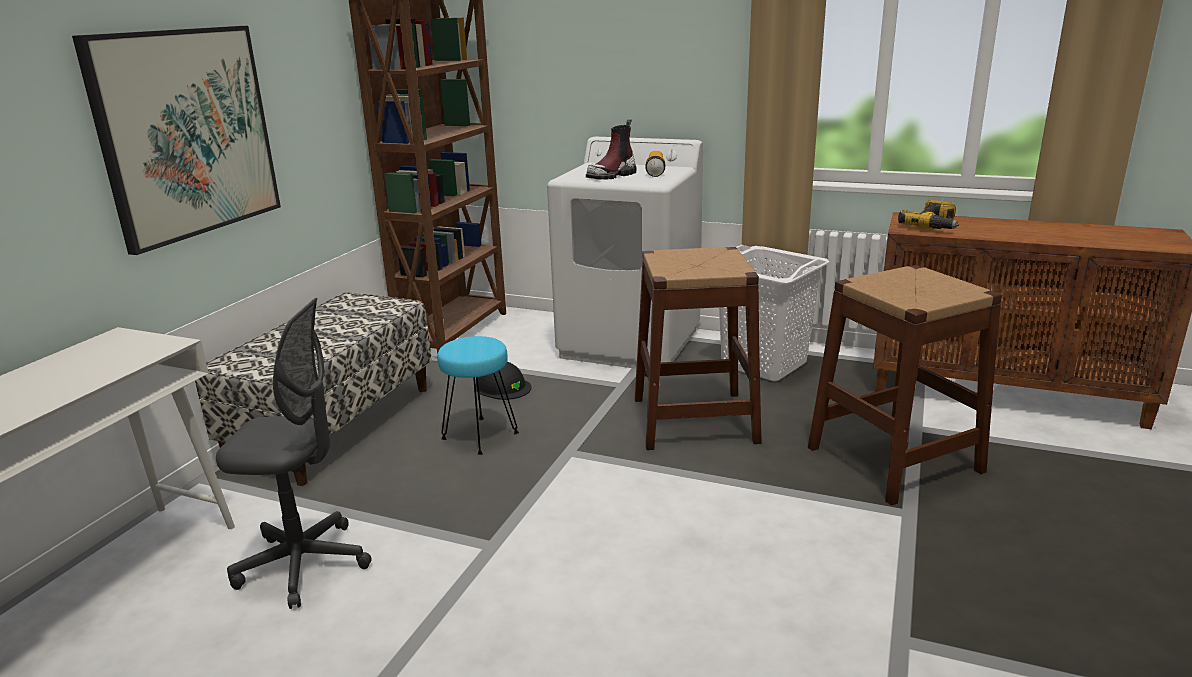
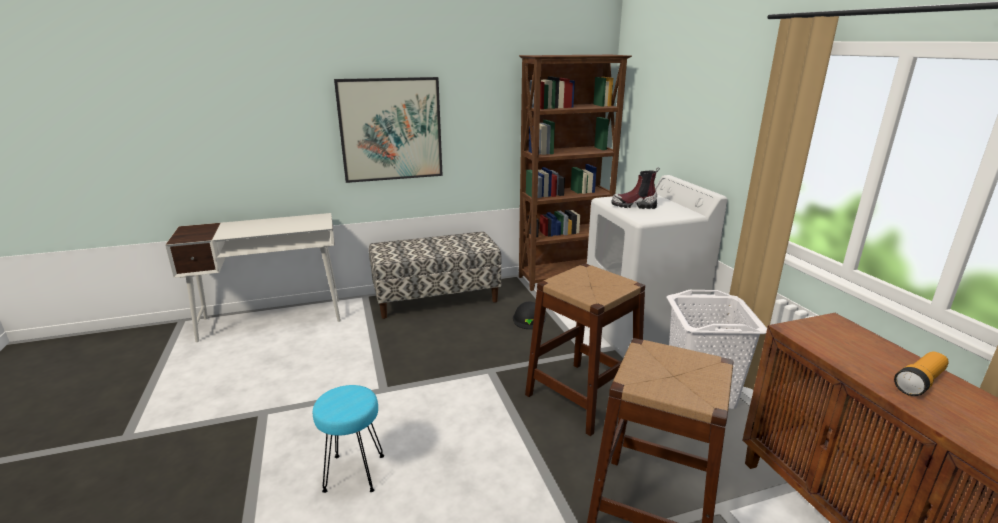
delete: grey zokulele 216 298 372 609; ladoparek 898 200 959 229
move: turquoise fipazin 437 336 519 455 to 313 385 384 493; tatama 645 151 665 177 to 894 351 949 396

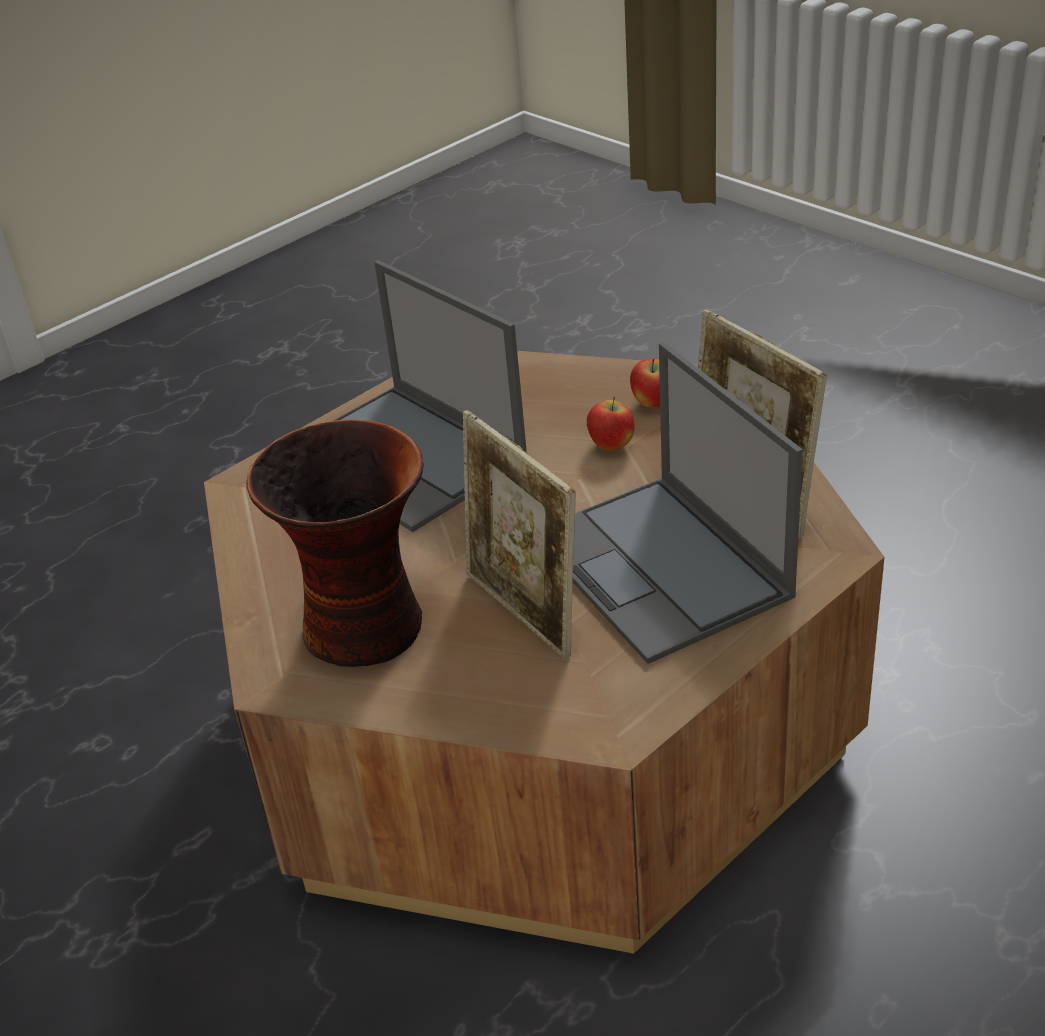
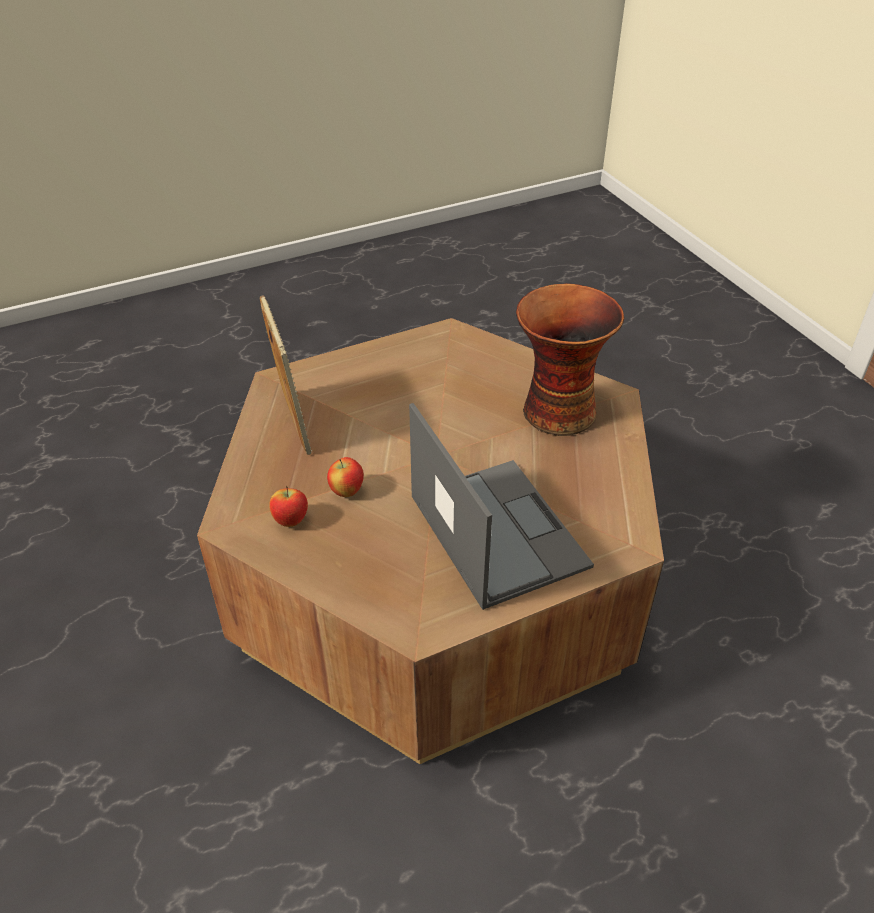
delete: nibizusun 463 410 576 659; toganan 573 342 803 664

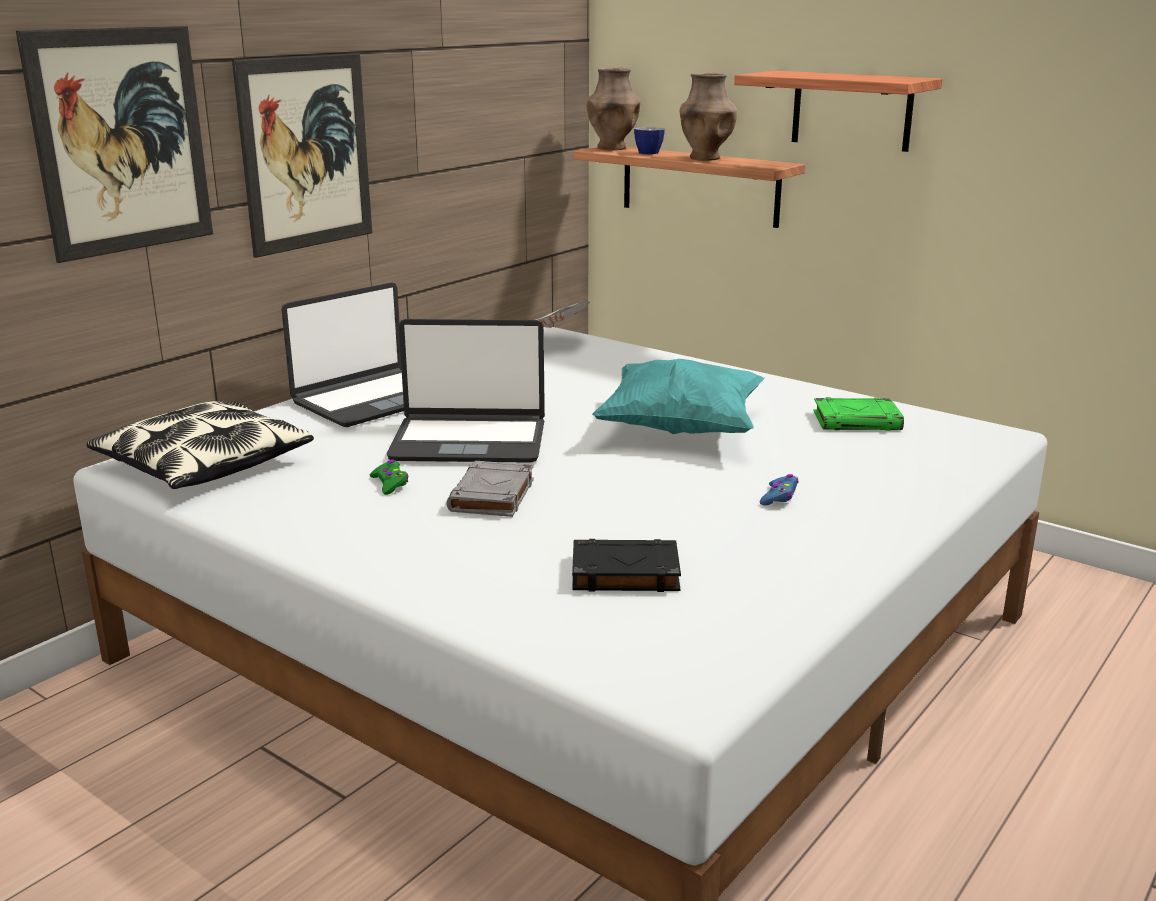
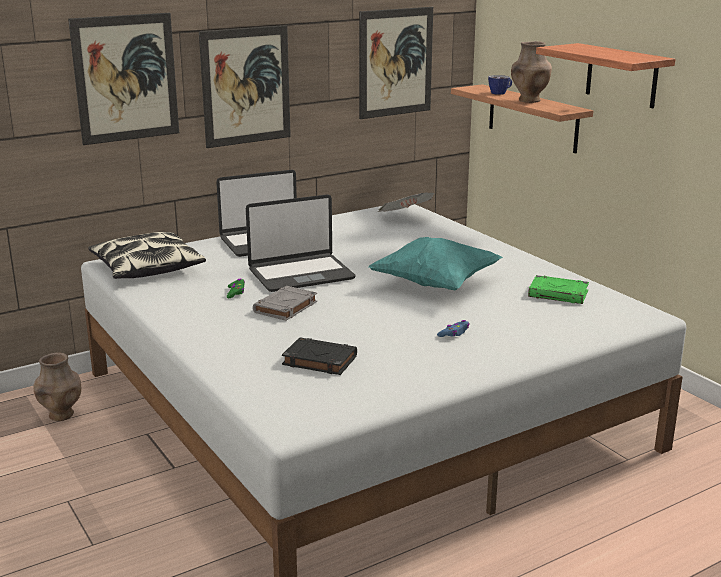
insert: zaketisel 359 7 433 119
move: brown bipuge 586 67 640 150 to 33 352 81 421
rotate: toganan 387 319 545 463 = 246 194 355 292 45 degrees counterclockwise

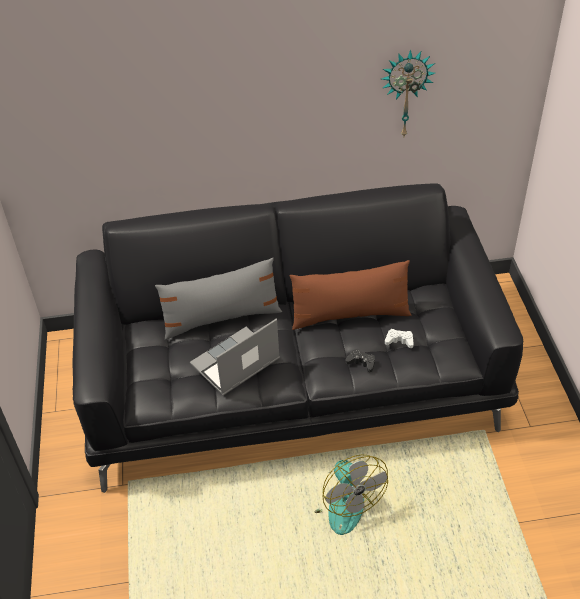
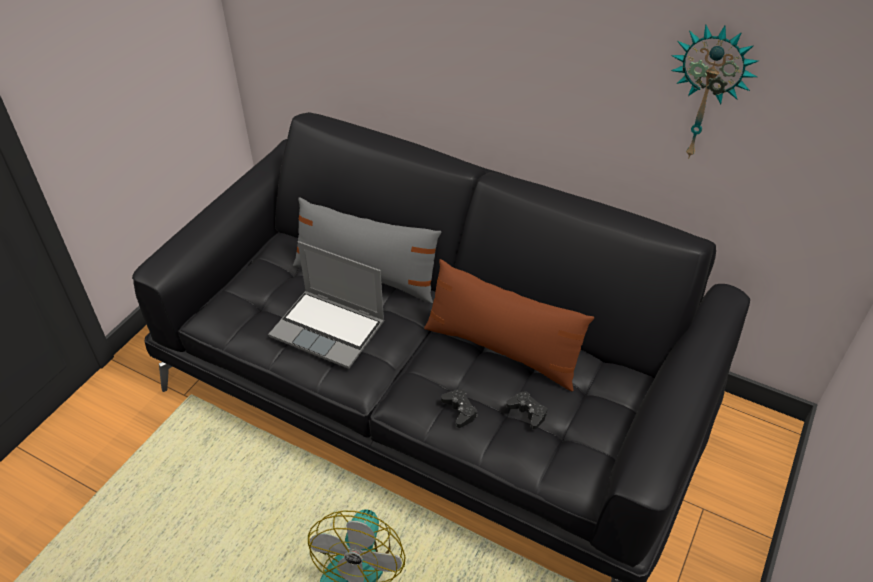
recolor: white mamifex 385 329 414 348 to black mamifex 506 391 547 430
rotate: toganan 190 319 280 396 = 268 241 385 369 150 degrees counterclockwise

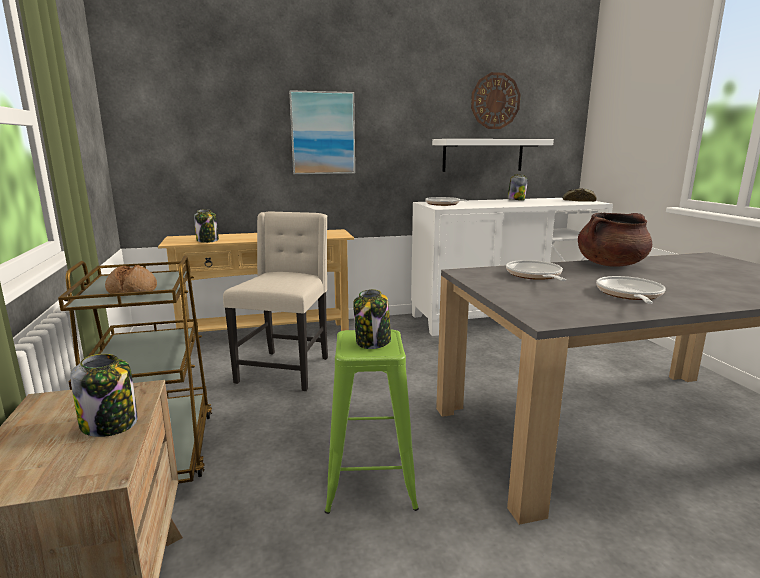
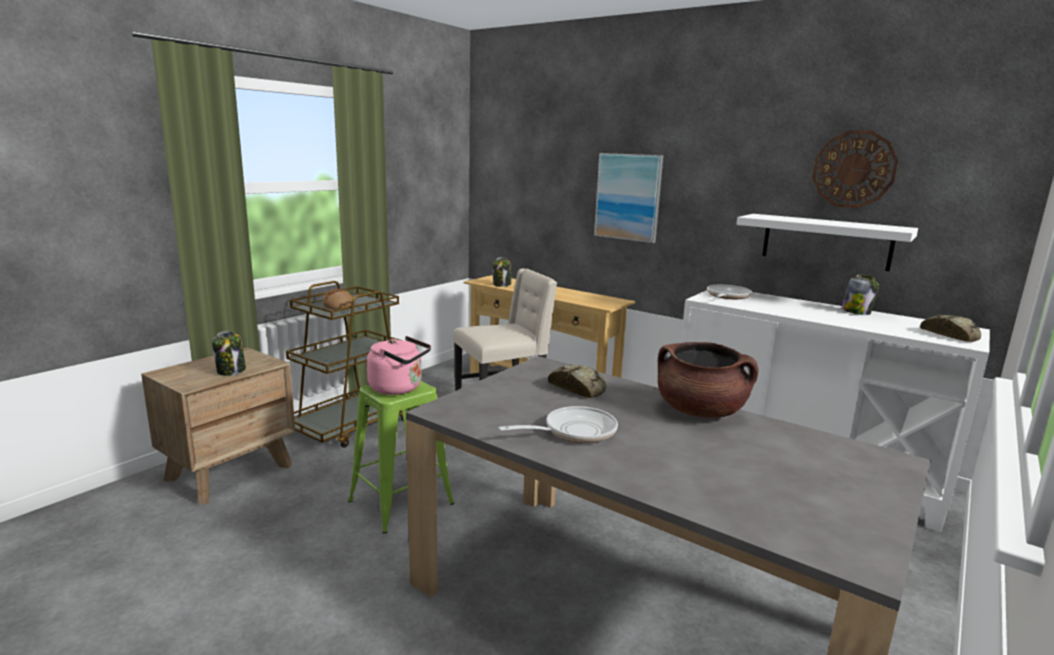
replace: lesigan 353 289 391 349 to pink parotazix 367 336 431 395; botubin 506 260 566 281 to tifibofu 548 365 606 398

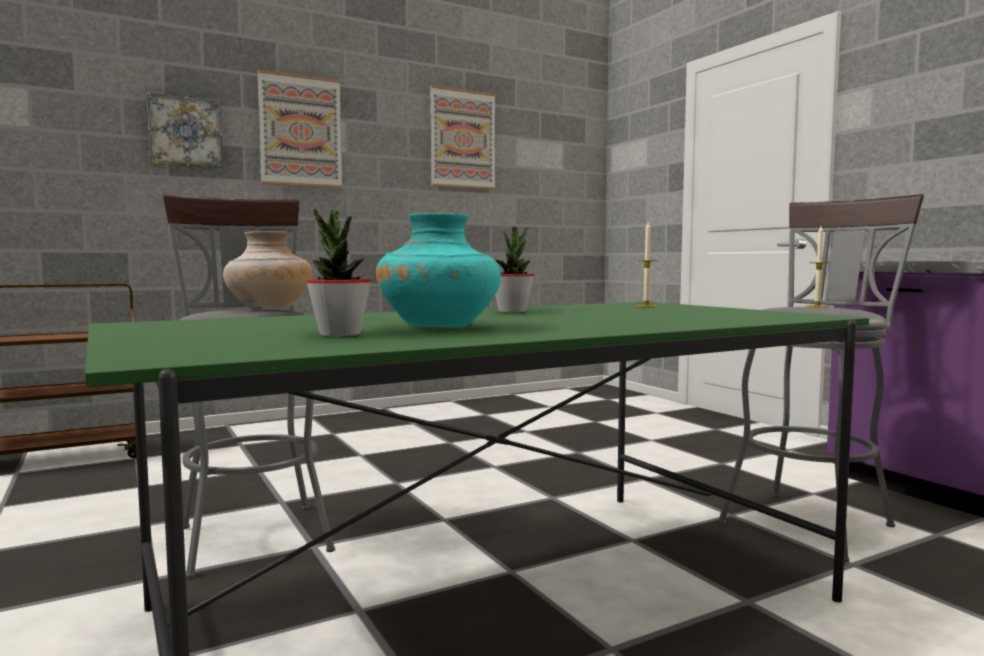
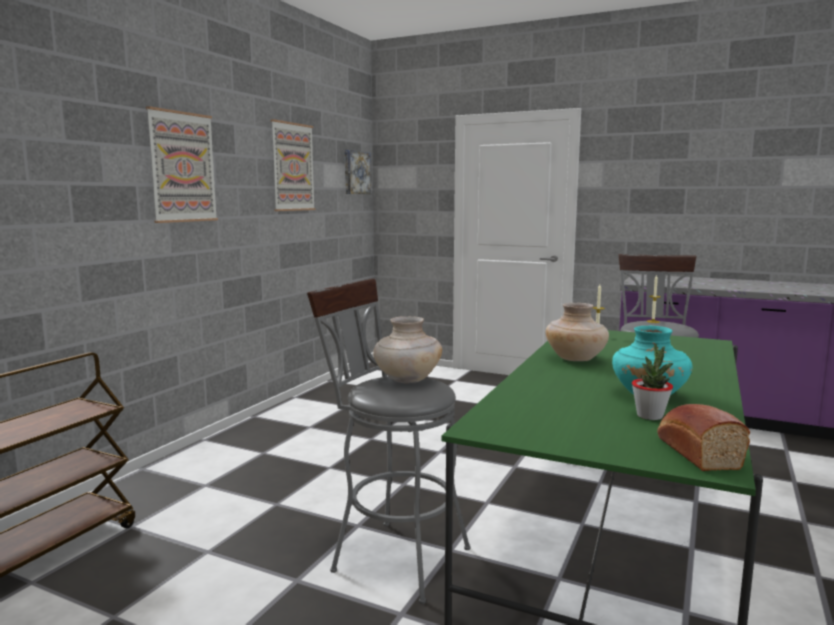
insert: tifibofu 657 404 750 471
move: zaketisel 147 93 223 169 to 345 150 371 194
replace: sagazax 495 227 534 313 to beige bipuge 545 303 609 361

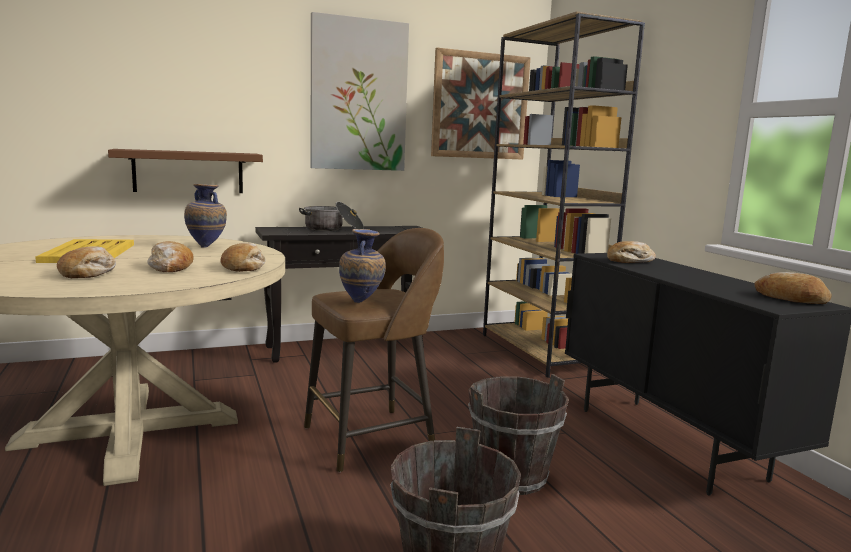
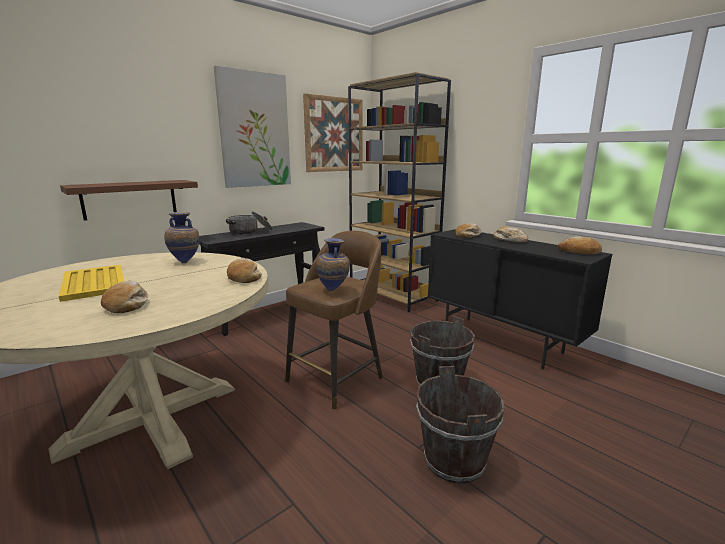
move: tifibofu 147 241 194 272 to 493 227 528 243

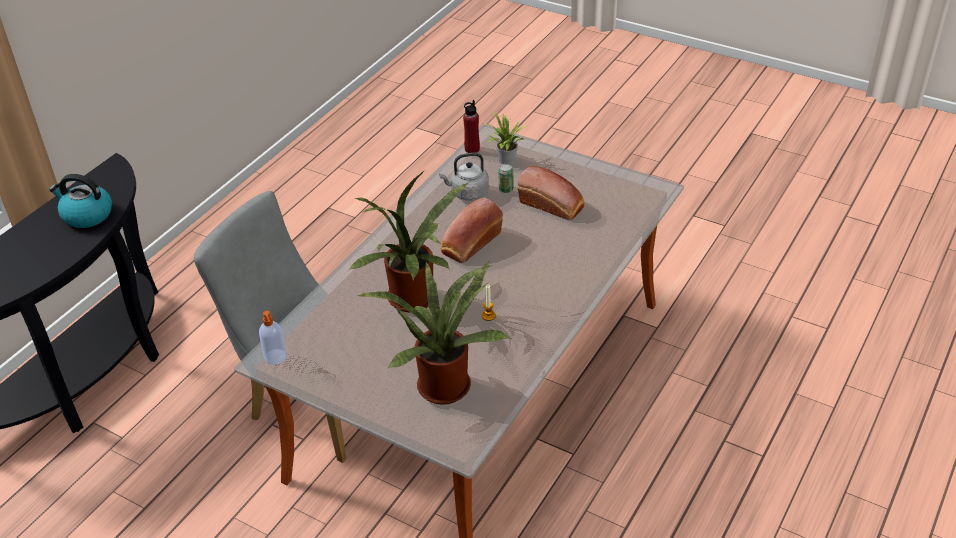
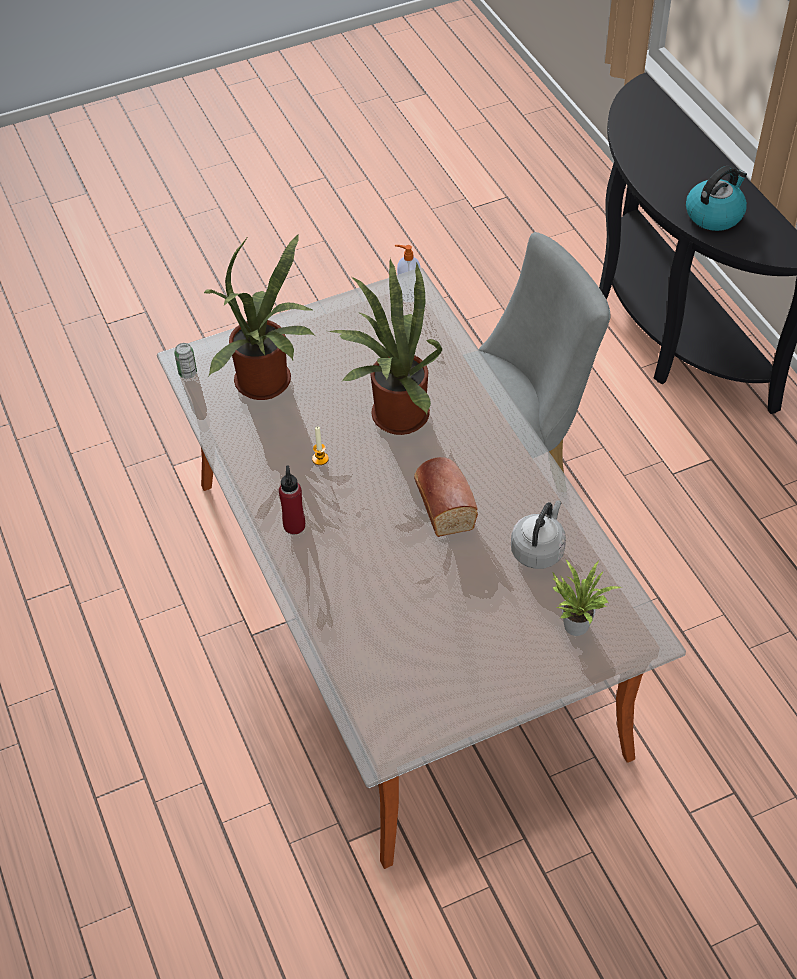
delete: tifibofu 518 166 585 220
move: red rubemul 463 100 480 153 to 279 465 305 534; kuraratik 498 164 513 193 to 174 343 197 379

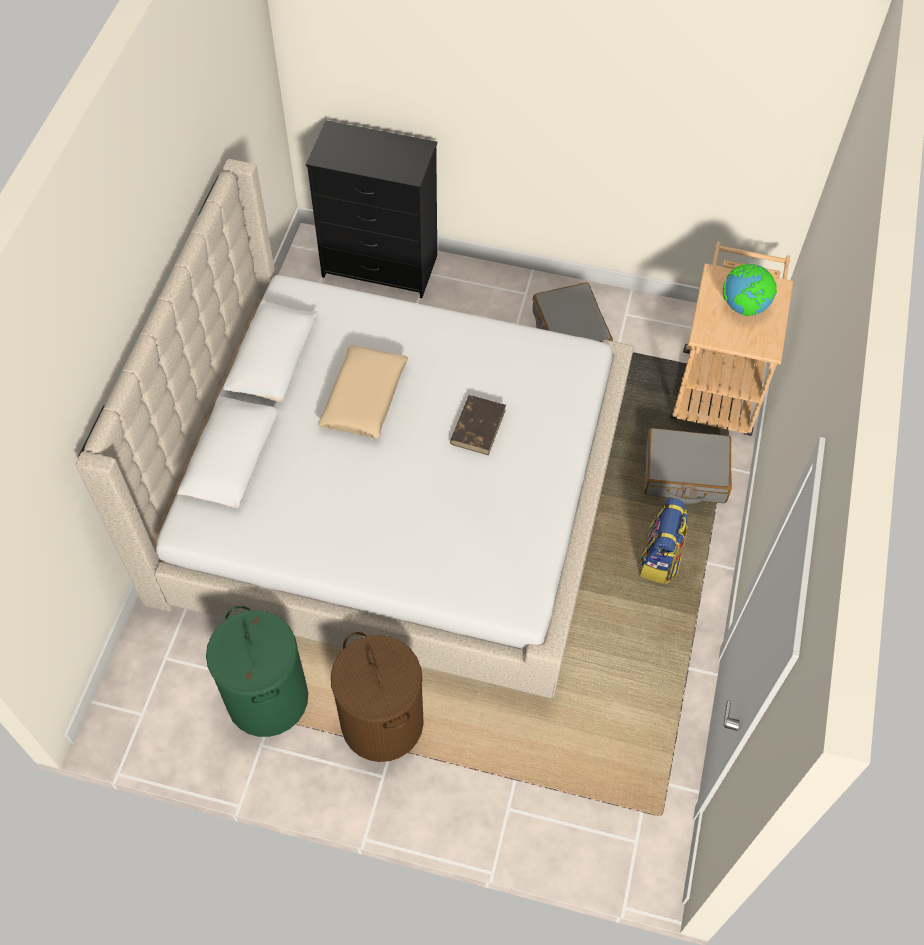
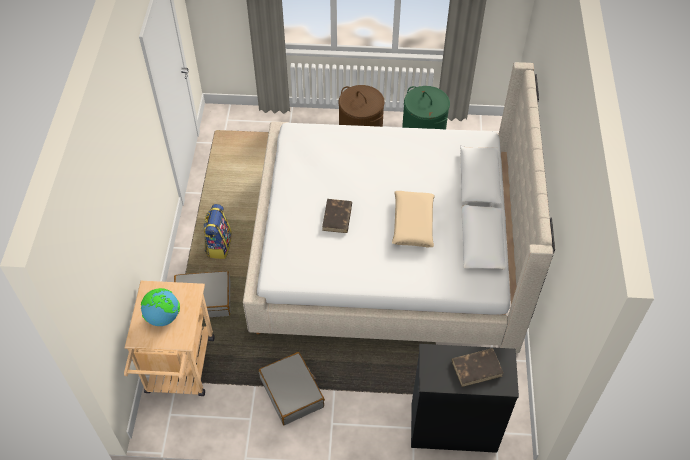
insert: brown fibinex 452 348 503 387

